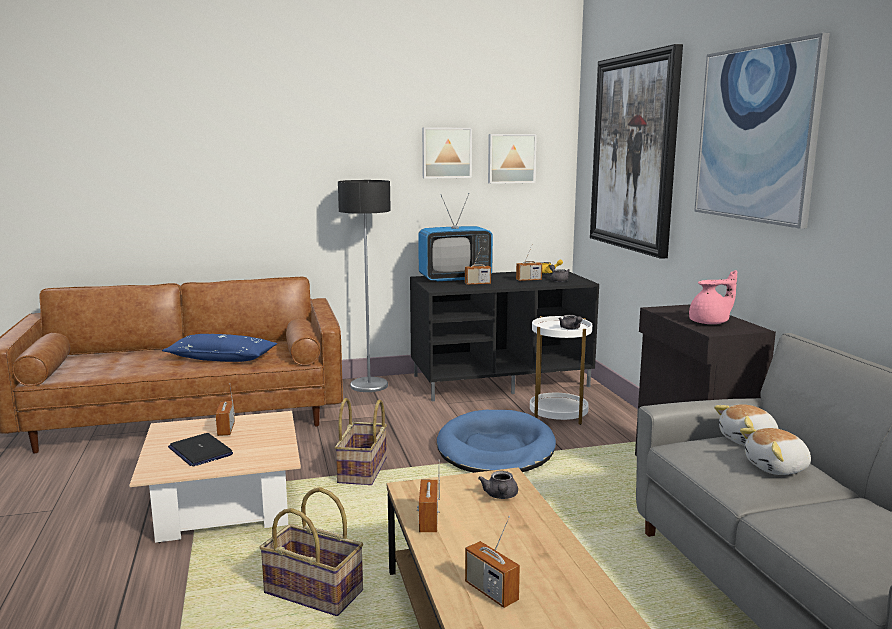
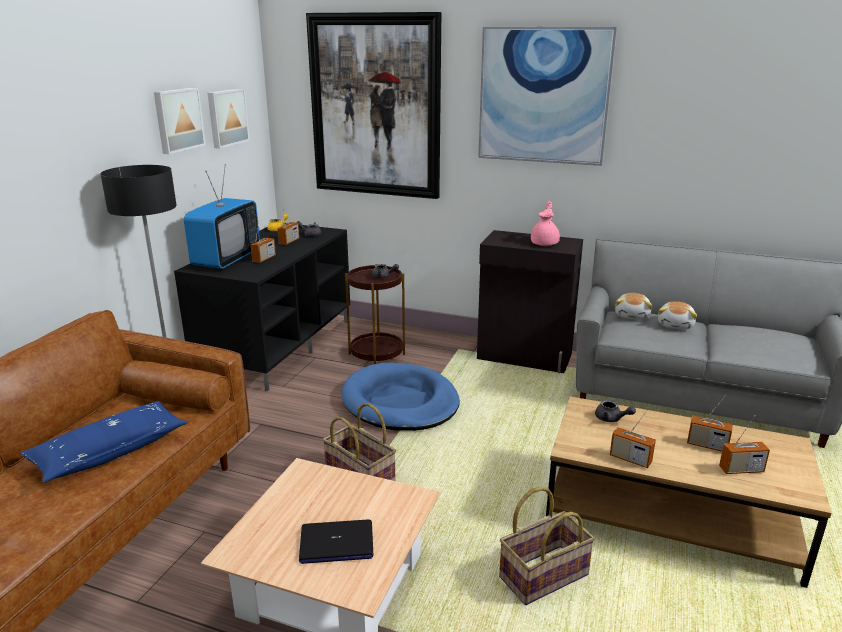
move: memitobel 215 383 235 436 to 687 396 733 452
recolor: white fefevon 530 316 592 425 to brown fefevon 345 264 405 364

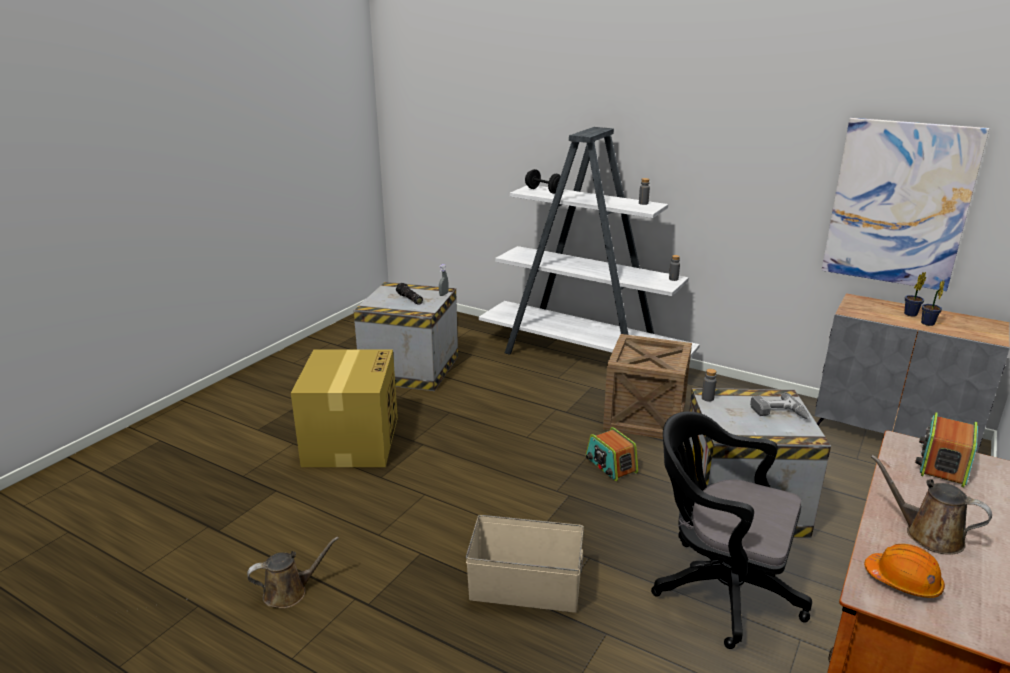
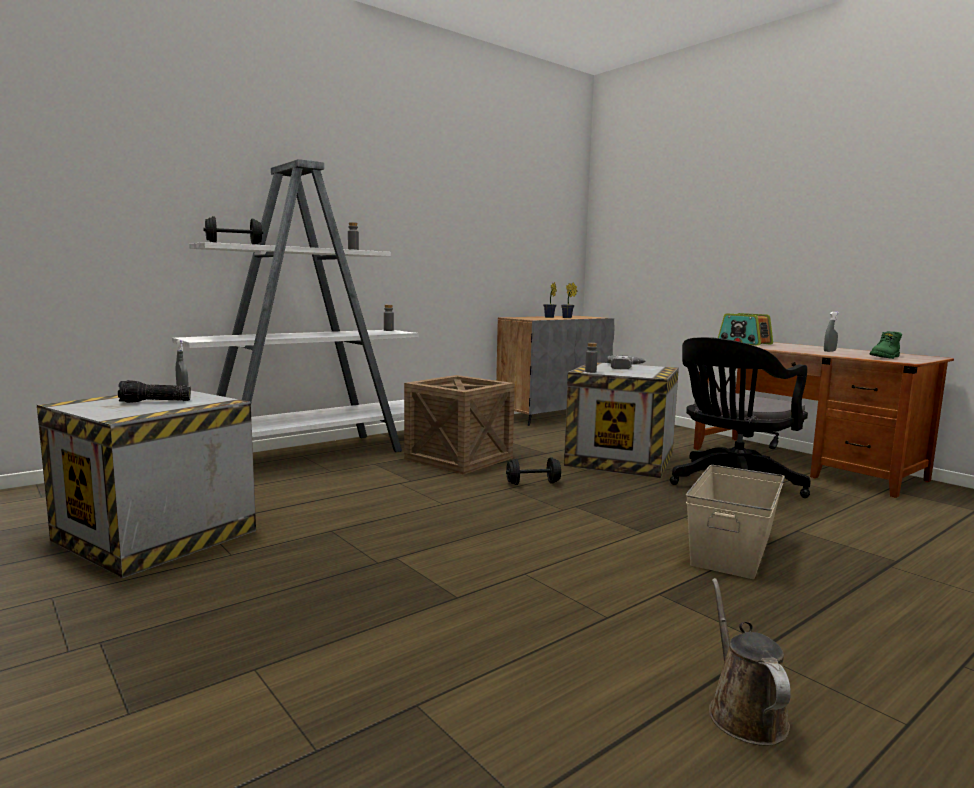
delete: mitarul 291 349 398 467; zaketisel 821 118 989 291
replace: memitobel 586 427 638 481 to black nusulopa 506 457 561 485; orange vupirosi 864 544 945 598 to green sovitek 870 331 902 359; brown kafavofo 871 455 992 555 to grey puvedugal 824 312 839 352

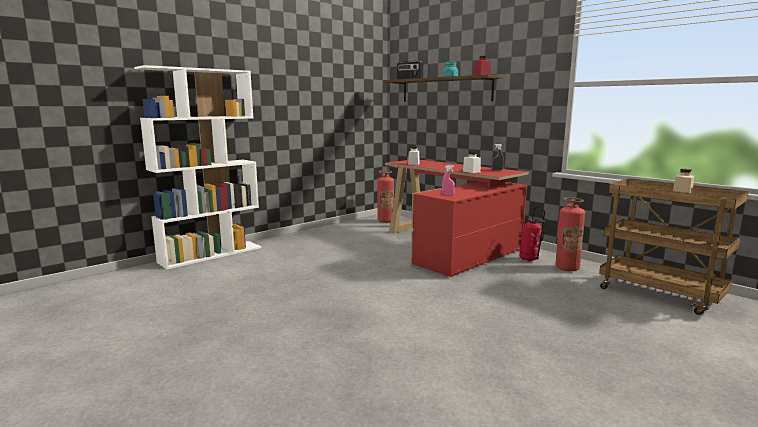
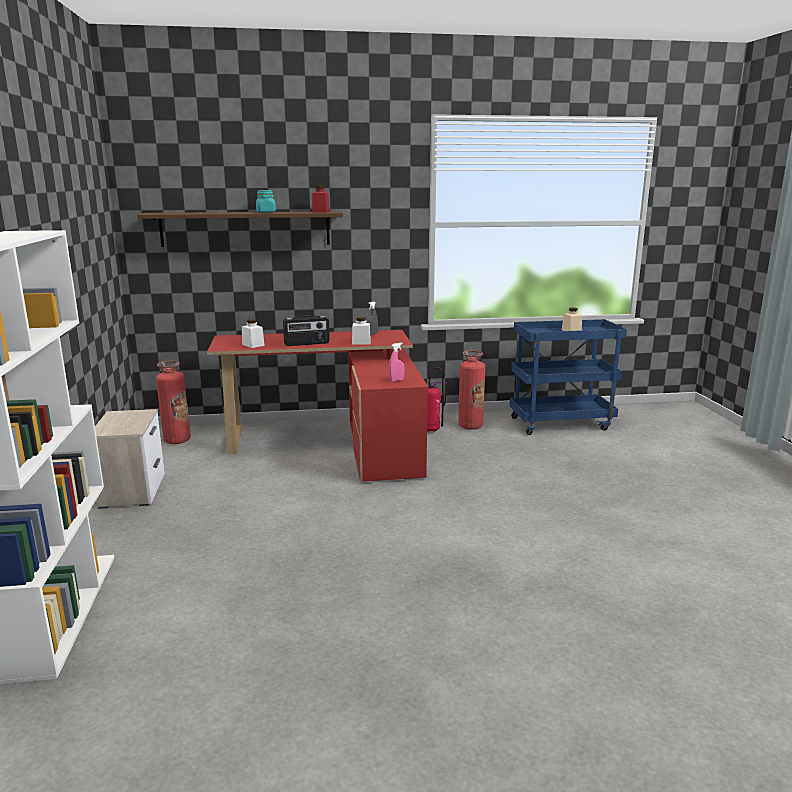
insert: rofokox 95 409 165 509
move: memitobel 397 61 423 79 to 283 315 330 346
recolor: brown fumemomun 599 178 749 315 to blue fumemomun 509 319 627 435

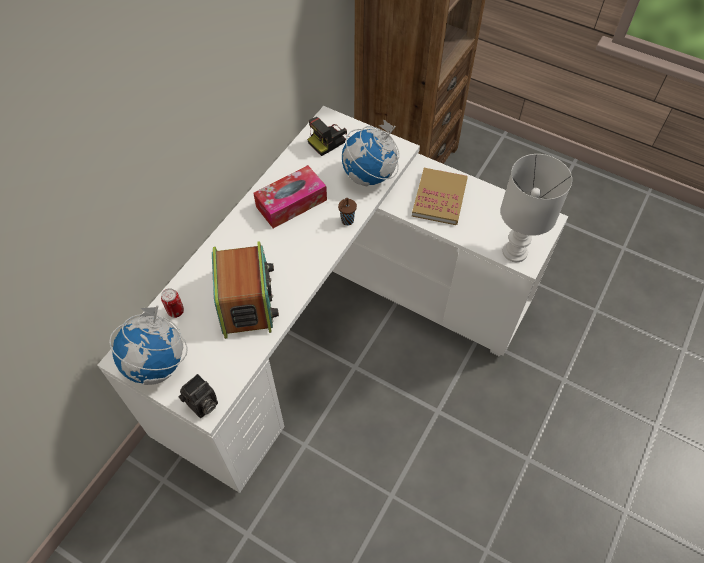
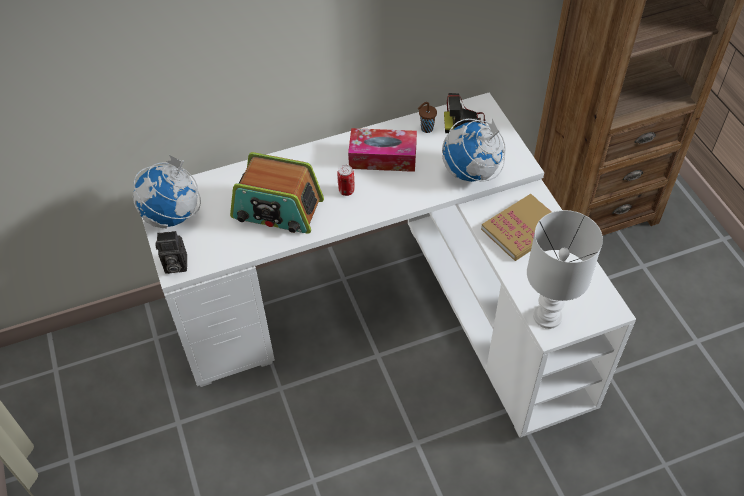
move: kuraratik 161 288 184 318 to 337 165 355 196; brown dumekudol 338 198 357 226 to 418 102 437 133
rotate: memitobel 212 241 279 339 = 230 152 324 234 75 degrees clockwise

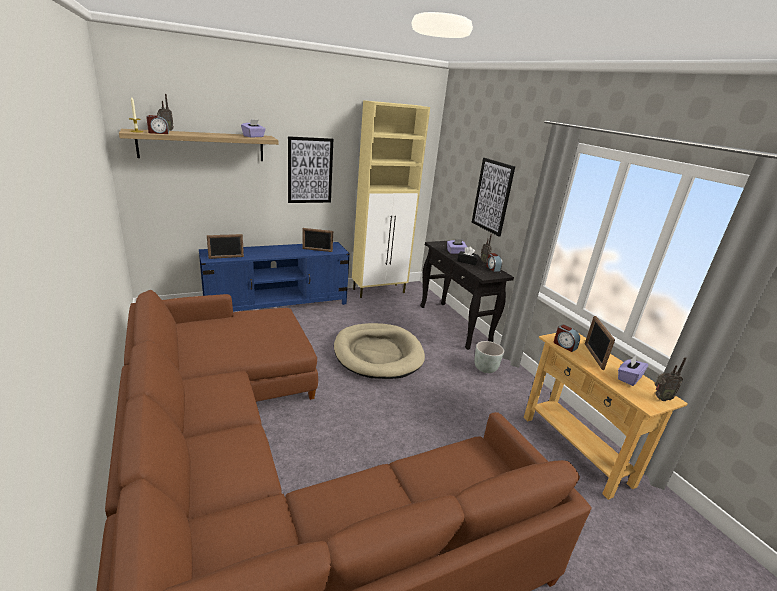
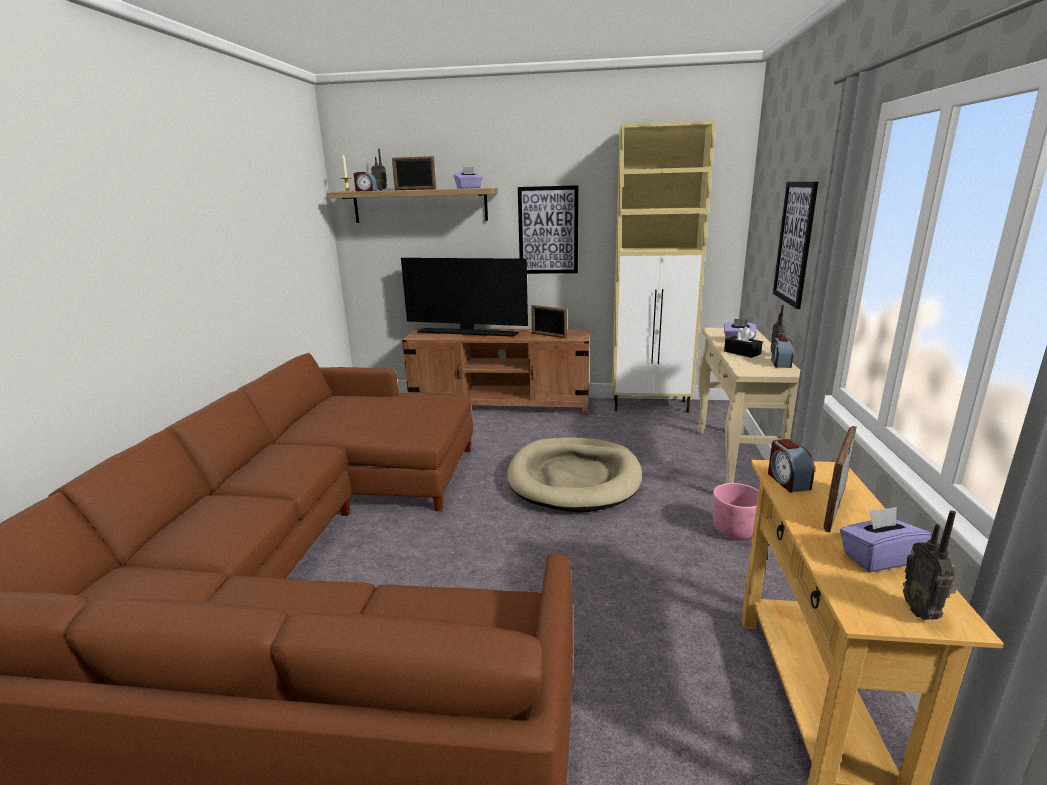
insert: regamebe 401 258 528 337
move: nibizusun 207 234 244 259 to 392 156 436 190
recolor: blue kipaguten 199 242 350 312 to brown kipaguten 402 328 590 415; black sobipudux 420 240 514 350 to beige sobipudux 698 328 800 483; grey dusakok 474 341 504 373 to pink dusakok 713 483 758 540
rotate: memitobel 655 357 687 401 = 903 510 957 620 60 degrees clockwise

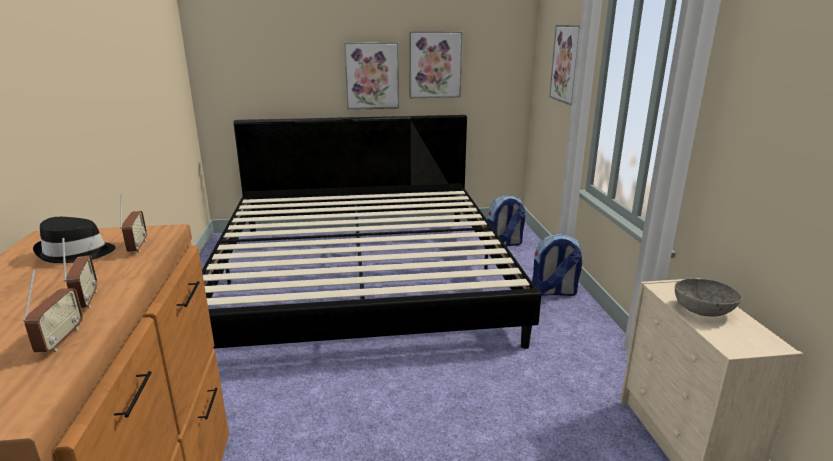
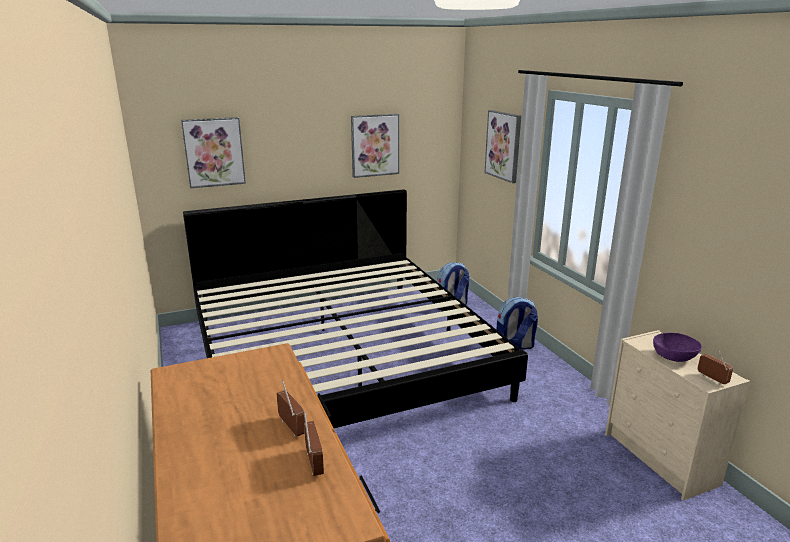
delete: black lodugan 33 217 116 263
move: memitobel 120 194 147 253 to 697 347 733 385; zaketisel 344 42 399 110 to 181 117 246 188
recolor: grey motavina 675 278 742 317 to purple motavina 653 333 702 362

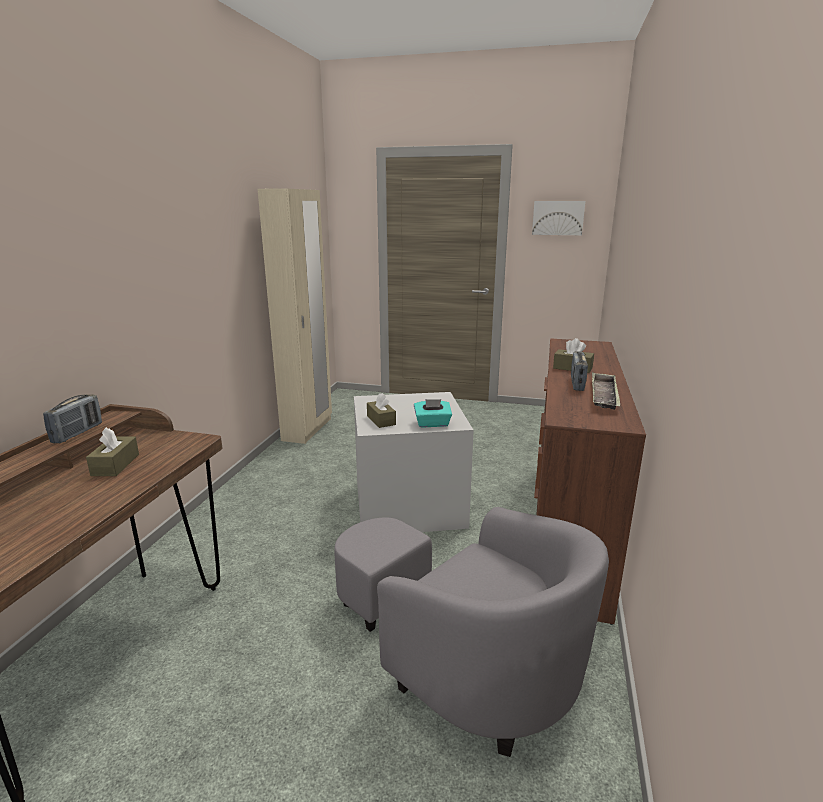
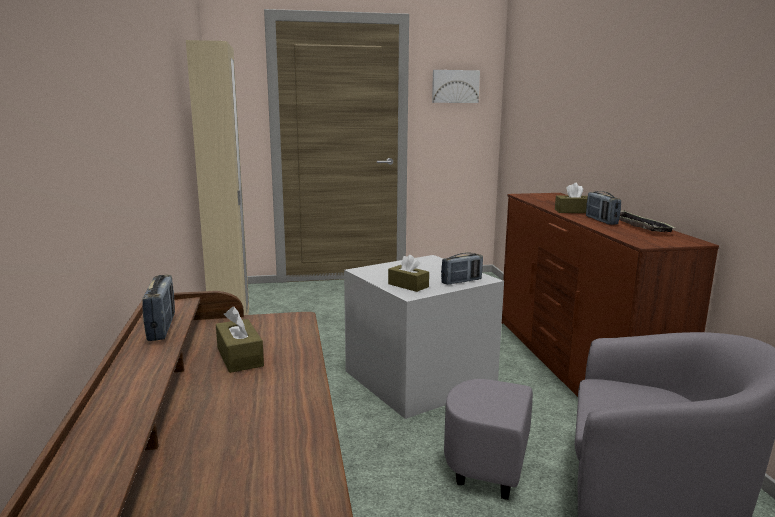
replace: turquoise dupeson 414 399 452 427 to memitobel 441 252 483 285

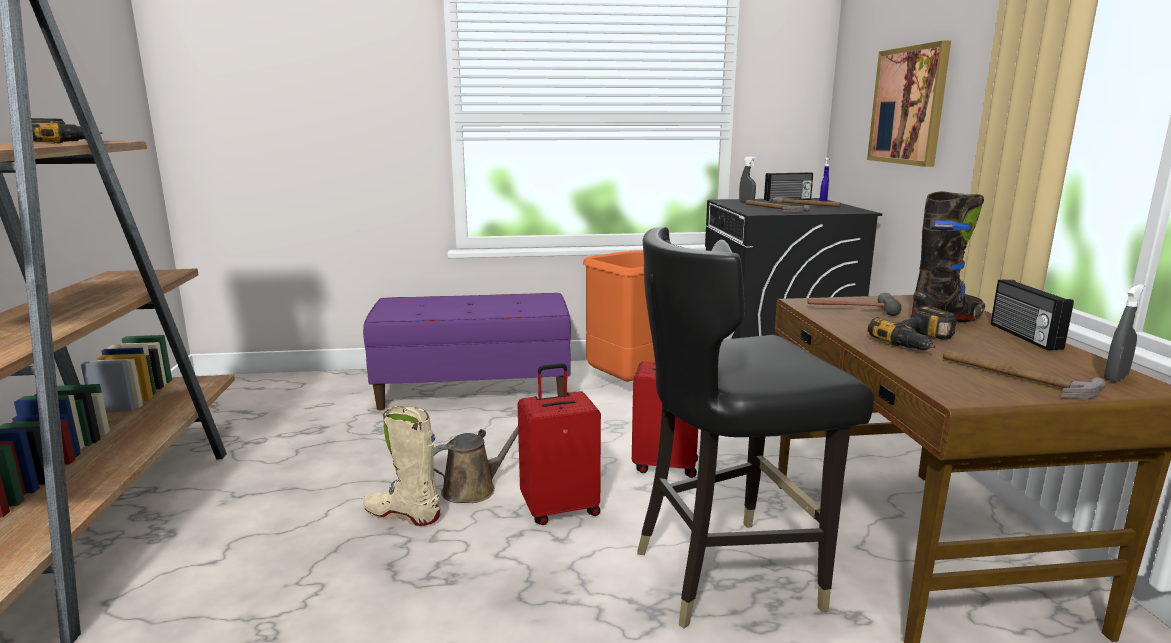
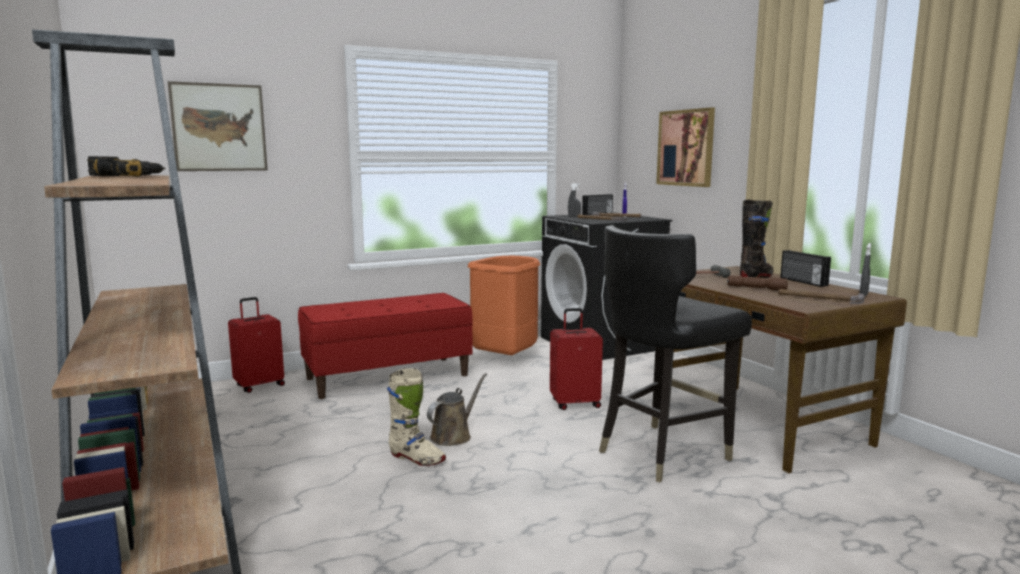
insert: zaketisel 168 81 268 171
move: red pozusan 517 363 601 525 to 228 297 285 393
replace: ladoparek 868 306 957 350 to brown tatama 727 276 788 291
recolor: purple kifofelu 363 293 571 410 to red kifofelu 298 293 473 399
rotate: beige sovitek 363 406 440 526 = 387 368 446 466 150 degrees counterclockwise

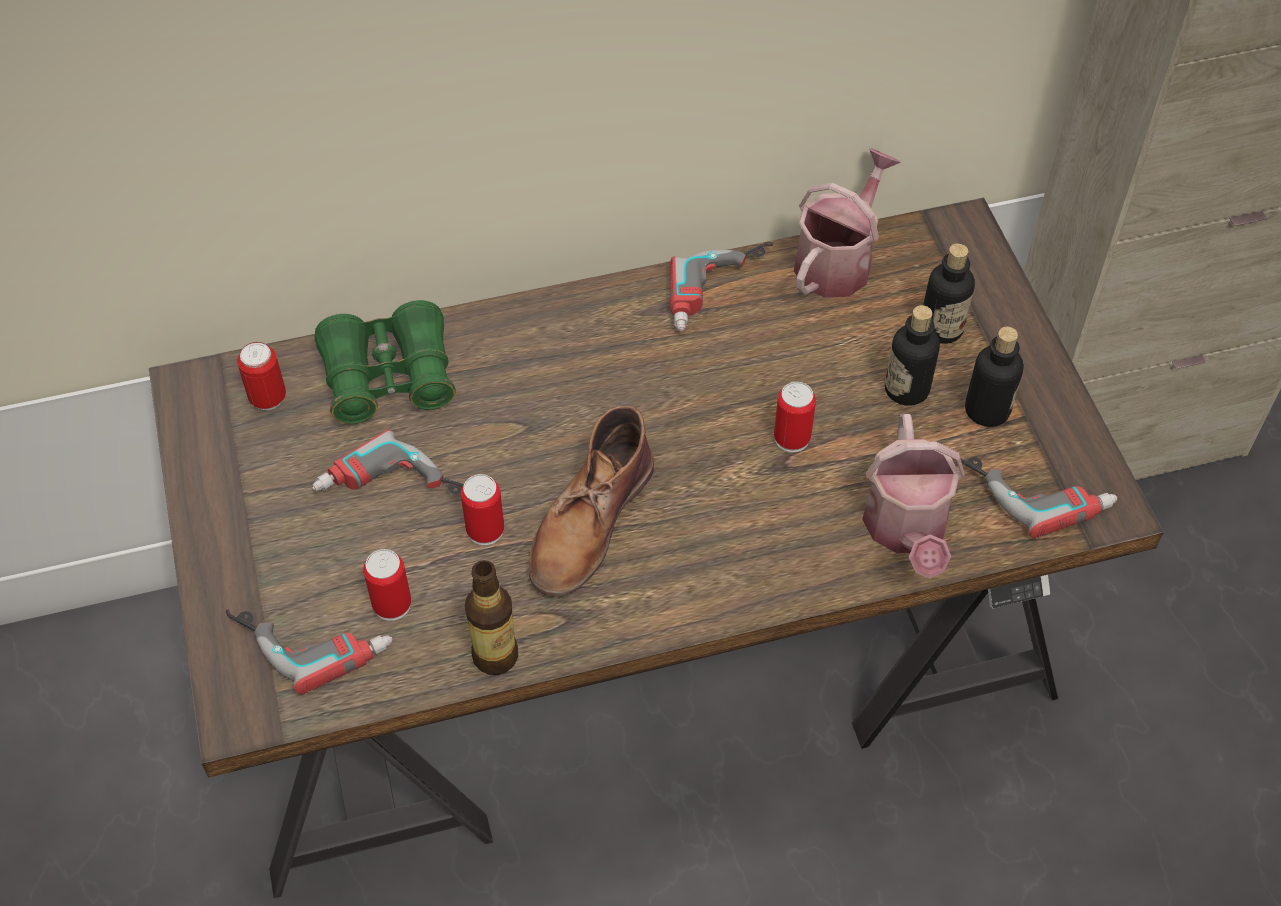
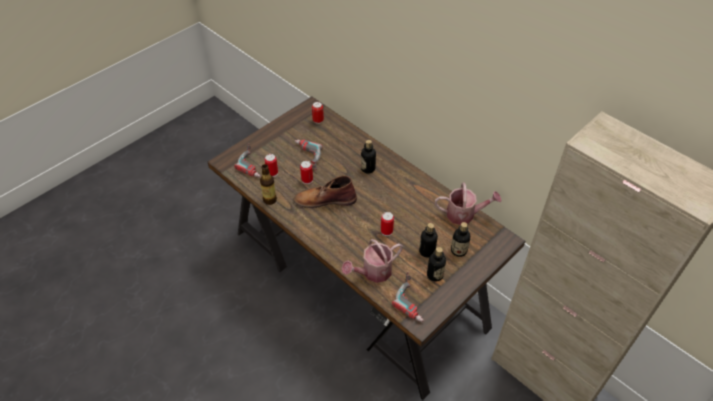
delete: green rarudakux 315 300 455 425; ladoparek 670 242 774 331
insert: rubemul 361 140 376 174

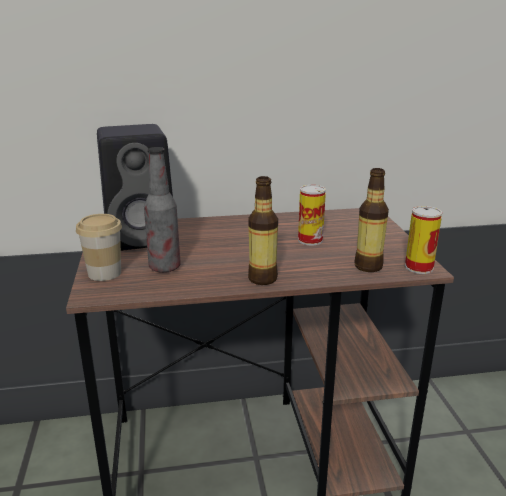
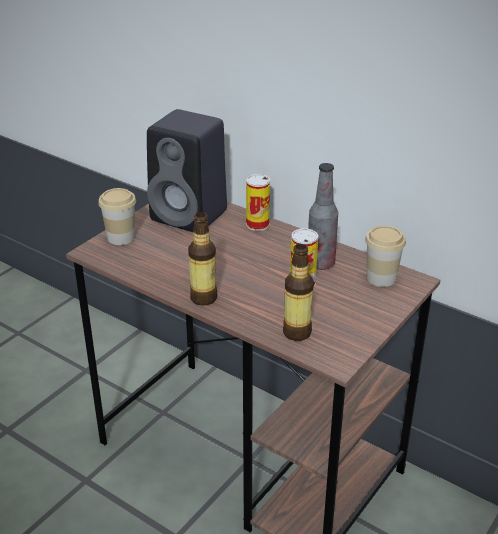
insert: dumekudol 365 226 406 287
move: rubemul 144 147 181 273 to 308 163 338 270; kuraratik 405 206 442 274 to 246 174 270 231

